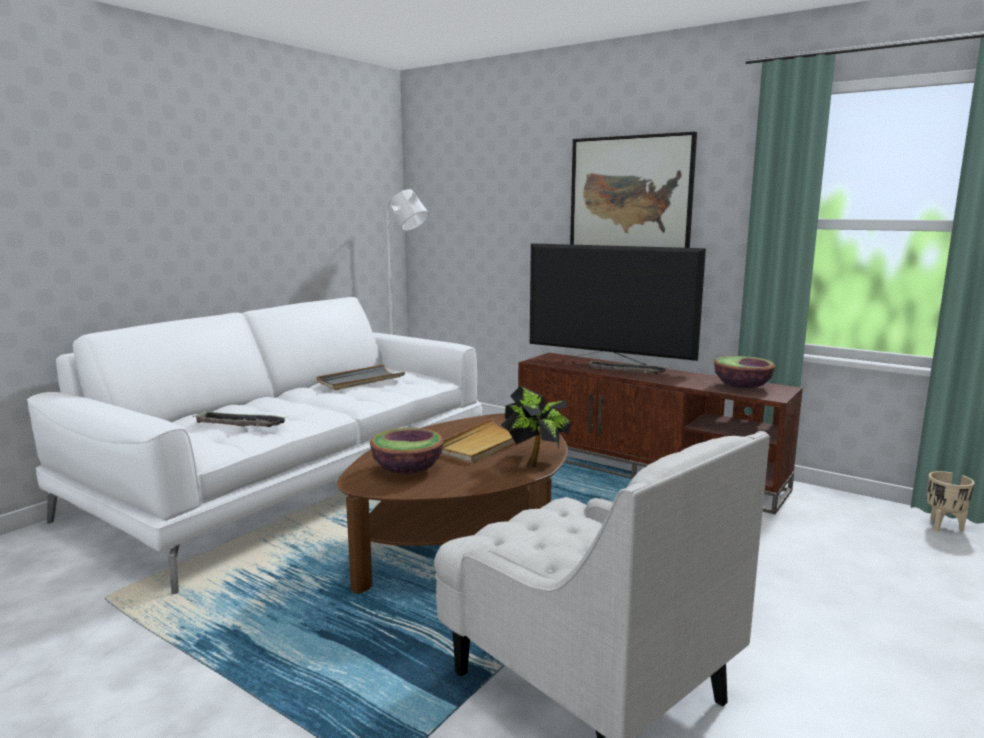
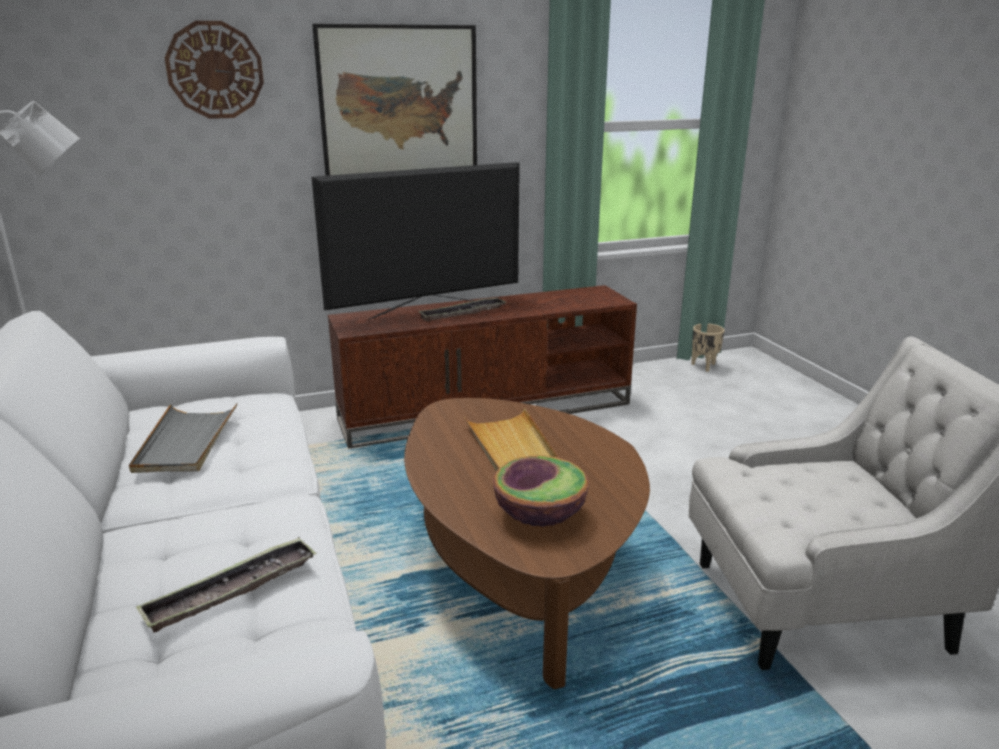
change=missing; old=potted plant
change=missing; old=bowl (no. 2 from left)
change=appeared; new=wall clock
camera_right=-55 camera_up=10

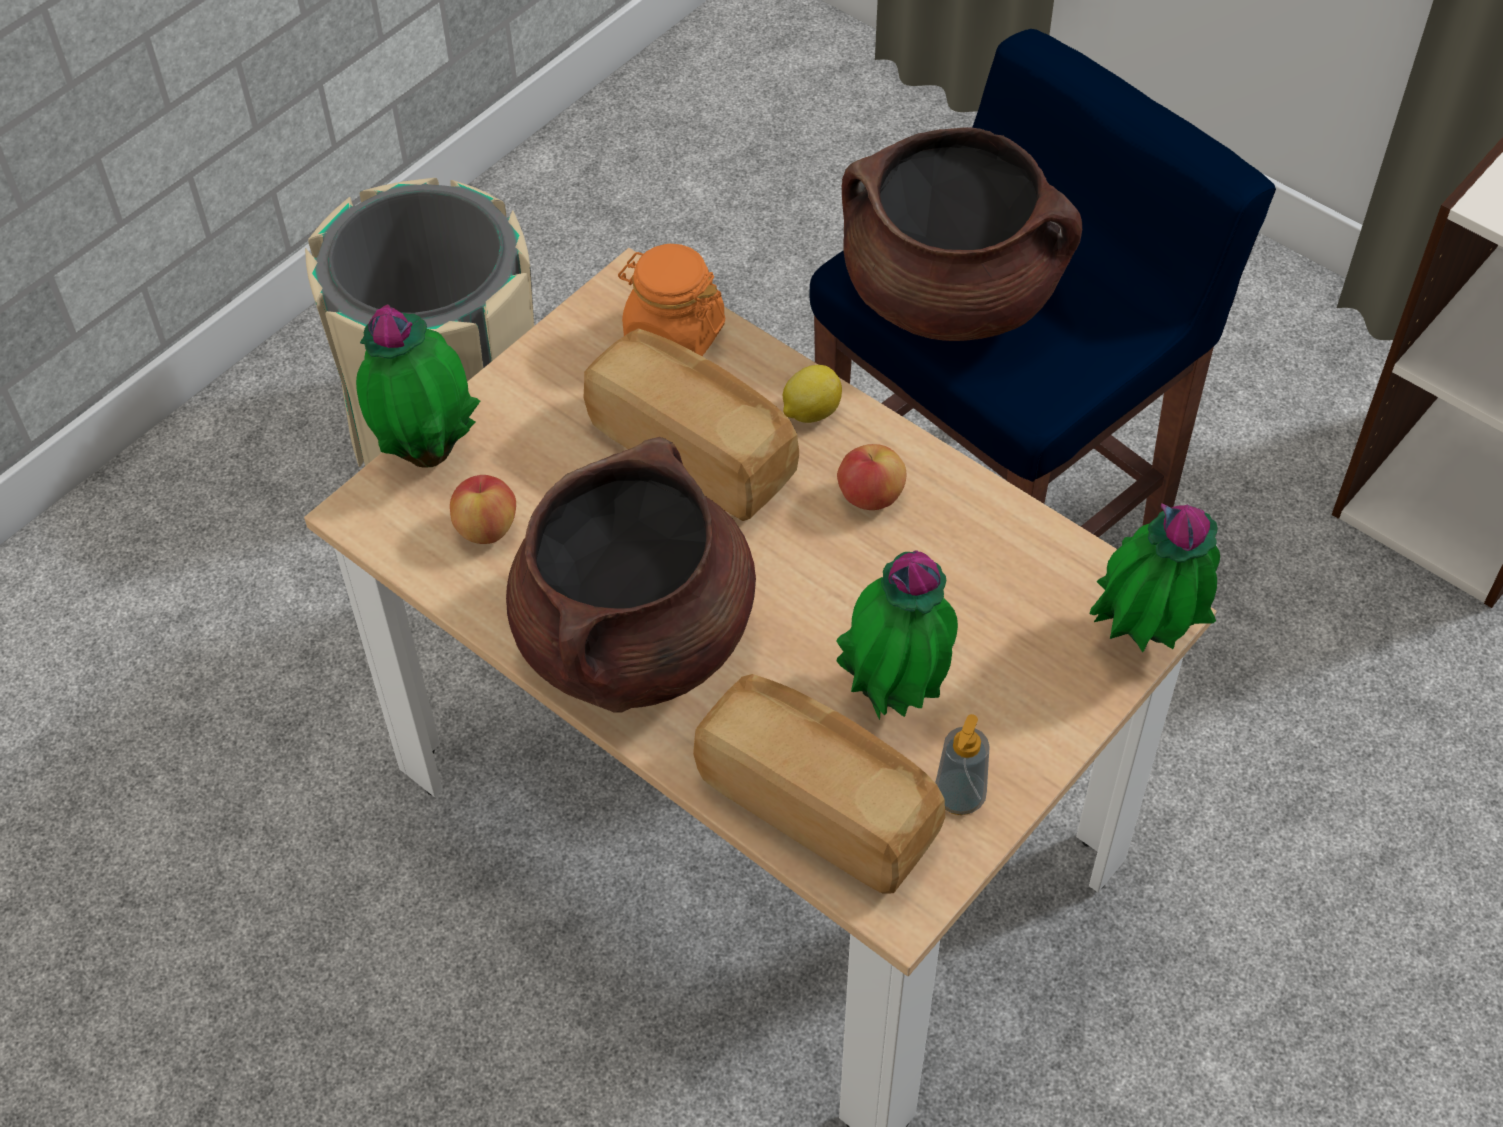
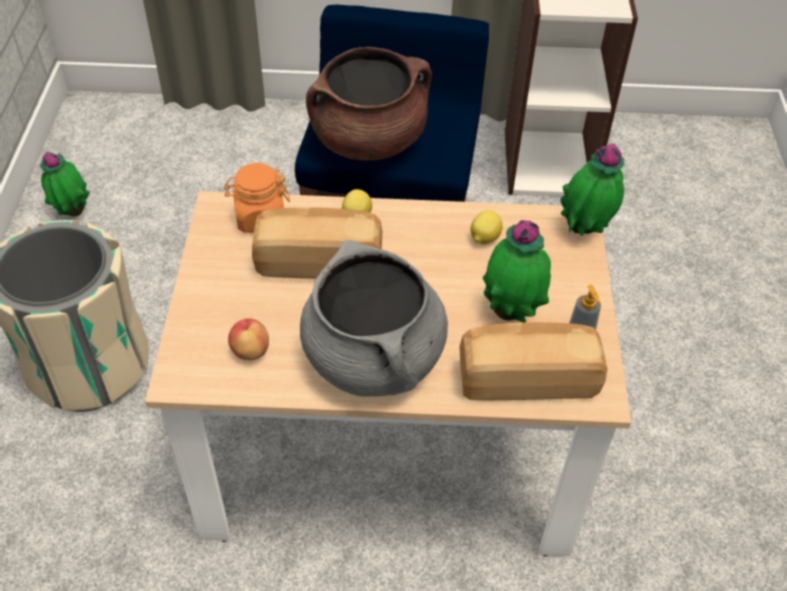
change=relocated; old=potted plant (no. 1 from left)
change=colour; old=brown cooking pot (no. 1 from left); new=grey cooking pot
change=missing; old=apple (no. 2 from left)
change=appeared; new=lemon (no. 2 from left)
camera_right=-40 camera_up=-5

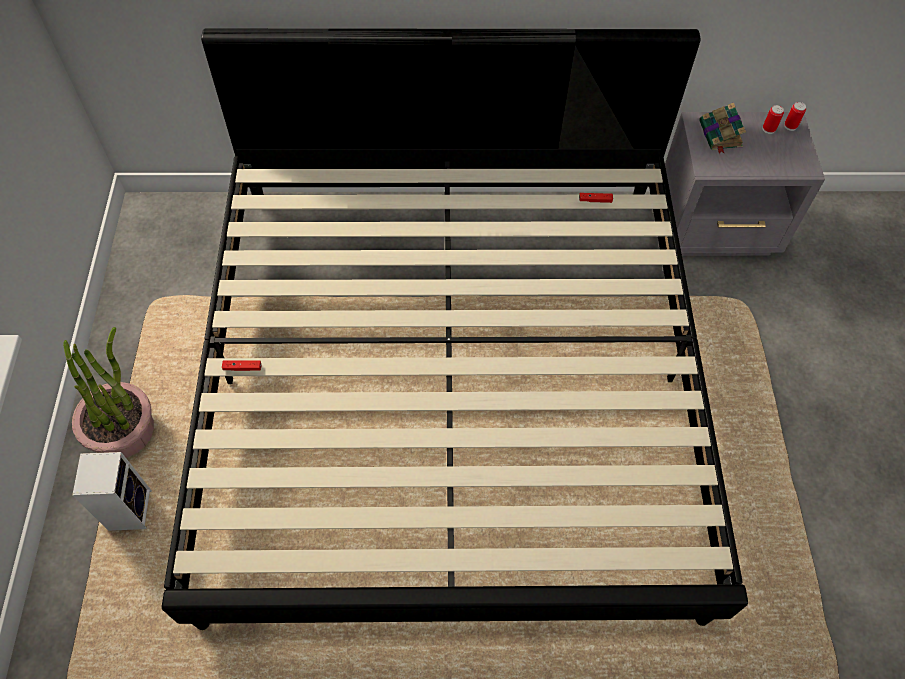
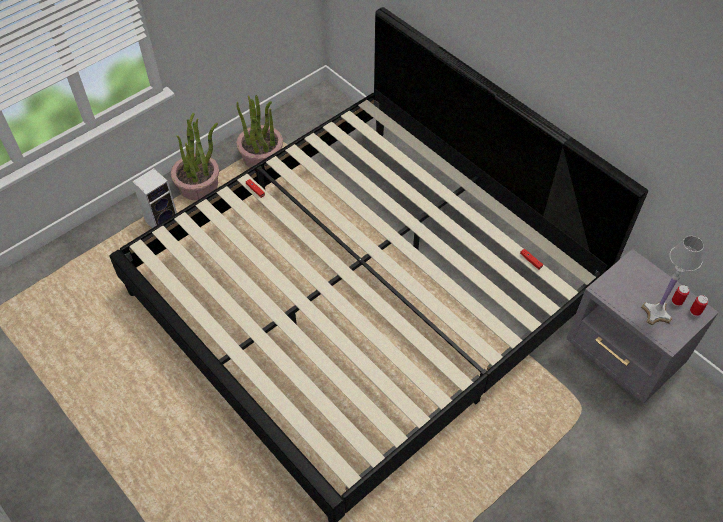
change=missing; old=book
change=appeared; new=potted plant (no. 2 from left)
change=appeared; new=white table lamp
camera_right=50 camera_up=-5

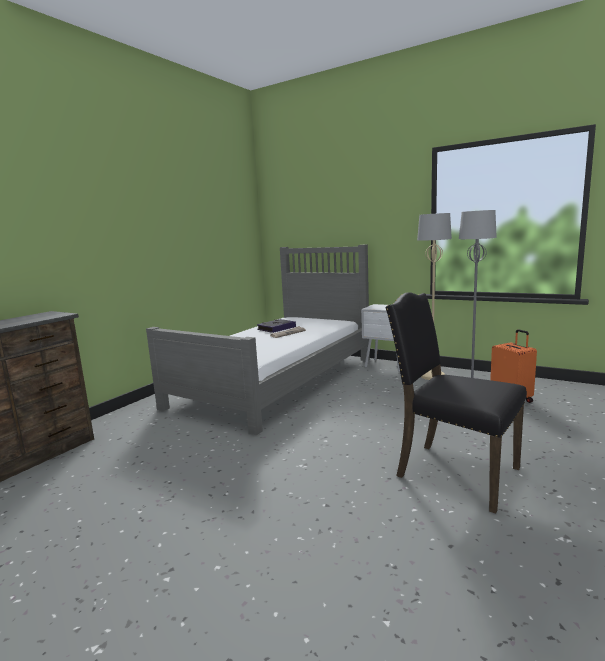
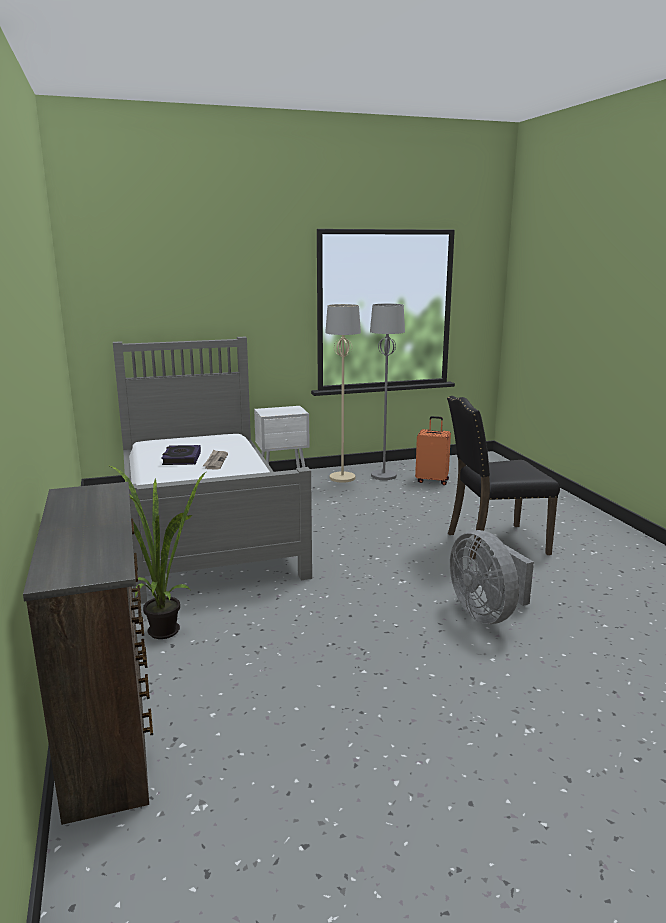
change=appeared; new=potted plant
change=appeared; new=grey fan
camera_right=-50 camera_up=5

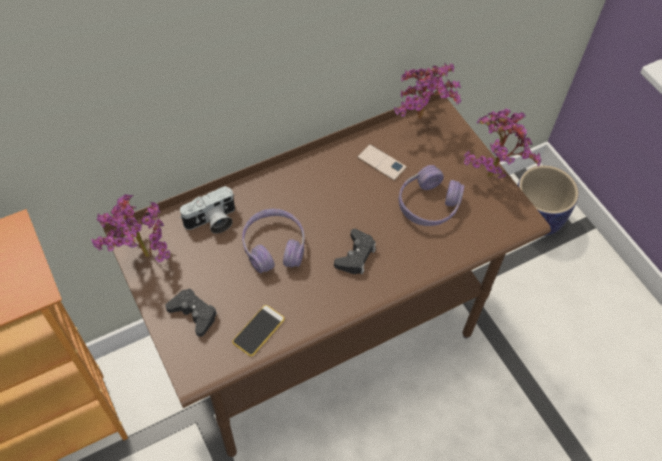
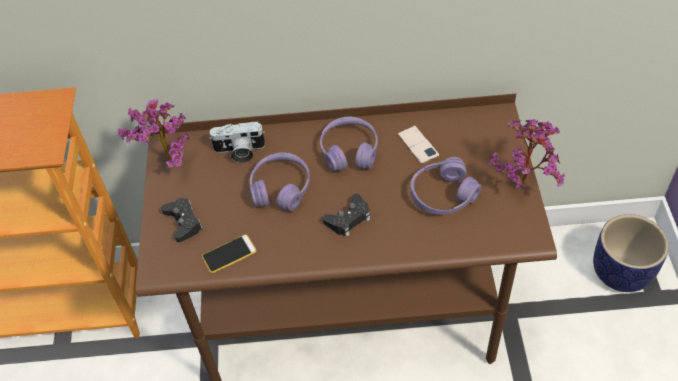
change=missing; old=potted plant (no. 2 from left)
change=appeared; new=purple headphones (no. 2 from left)
camera_right=30 camera_up=-5

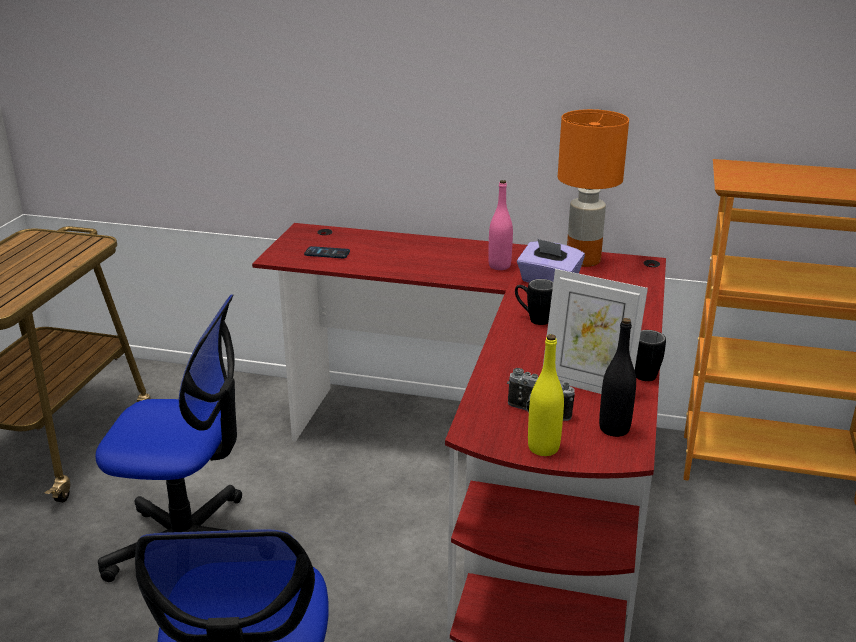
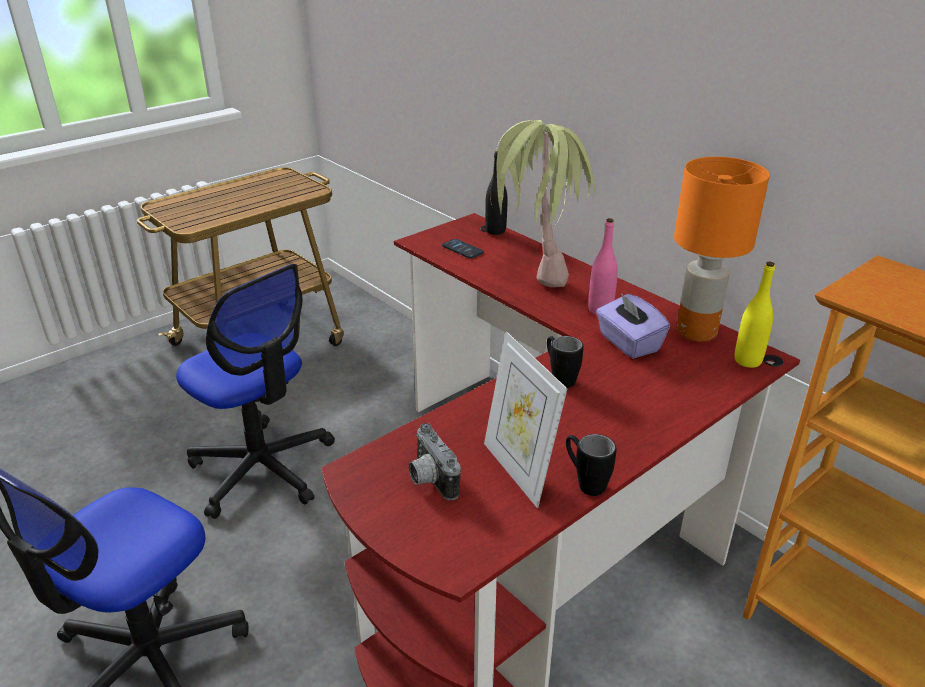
change=relocated; old=yellow bottle
change=relocated; old=black bottle
change=appeared; new=potted plant
camera_right=35 camera_up=5

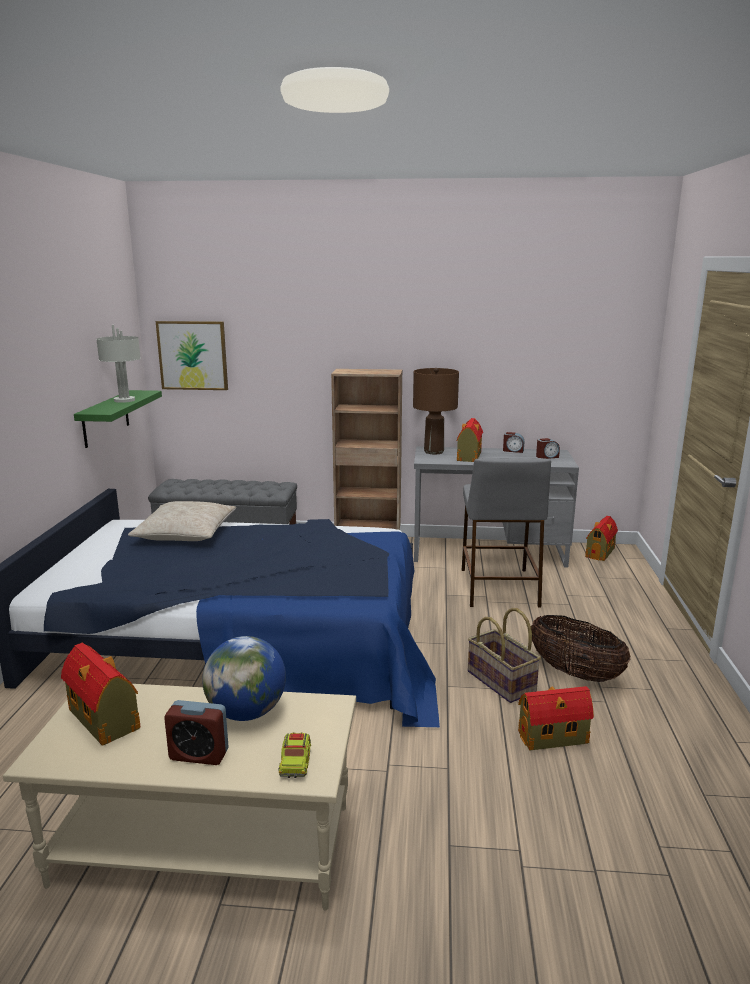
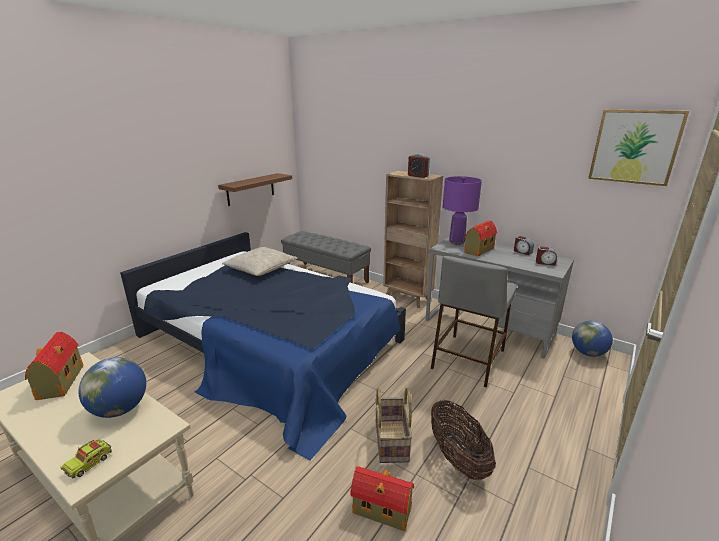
change=colour; old=green shelf; new=brown shelf
change=missing; old=grey table lamp
change=relocated; old=picture
change=relocated; old=alarm clock (no. 1 from left)
change=colour; old=brown table lamp; new=purple table lamp
change=exchanged; old=toy house (no. 4 from left); new=globe (no. 2 from left)
camera_right=30 camera_up=5

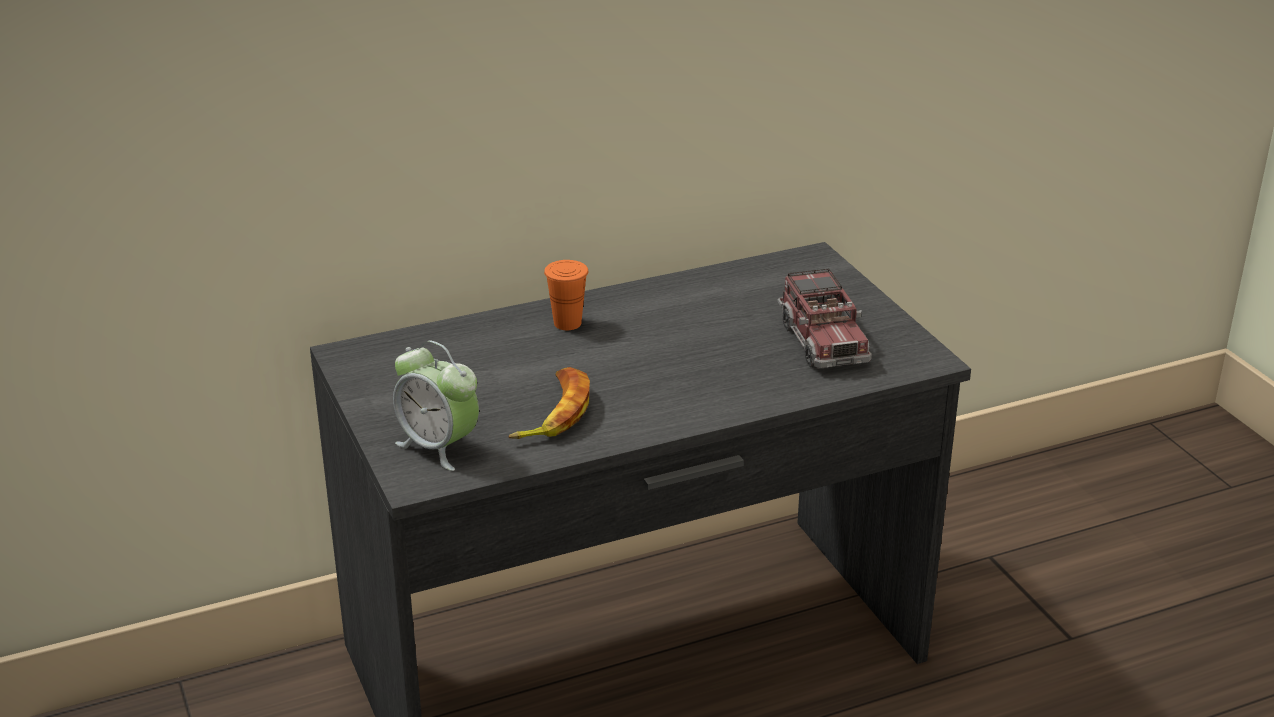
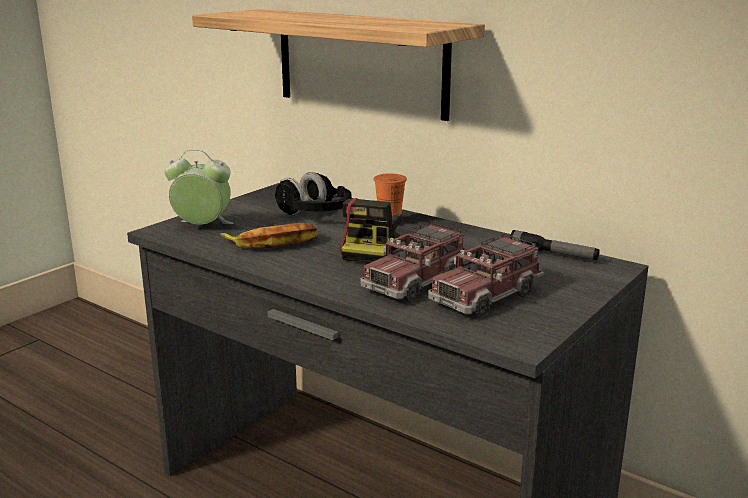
change=spun; old=alarm clock; degrees=90
change=appeared; new=shelf
change=appeared; new=black headphones
change=appeared; new=photo camera
change=appeared; new=toy truck (no. 1 from left)
change=appeared; new=flashlight
camera_right=60 camera_up=-10

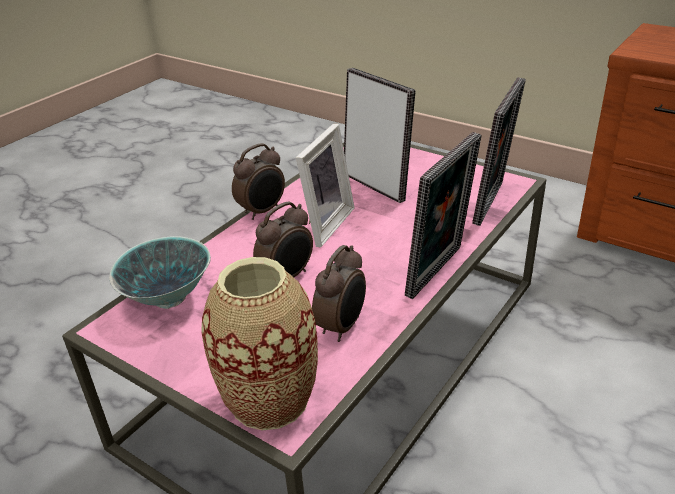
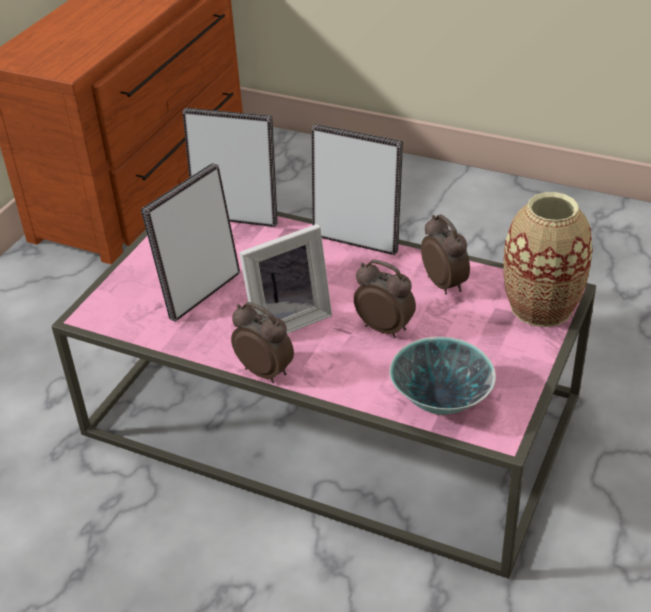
change=spun; old=picture frame (no. 1 from left in the first image); degrees=135
change=spun; old=alarm clock (no. 3 from left); degrees=45
camera_right=-100 camera_up=5

